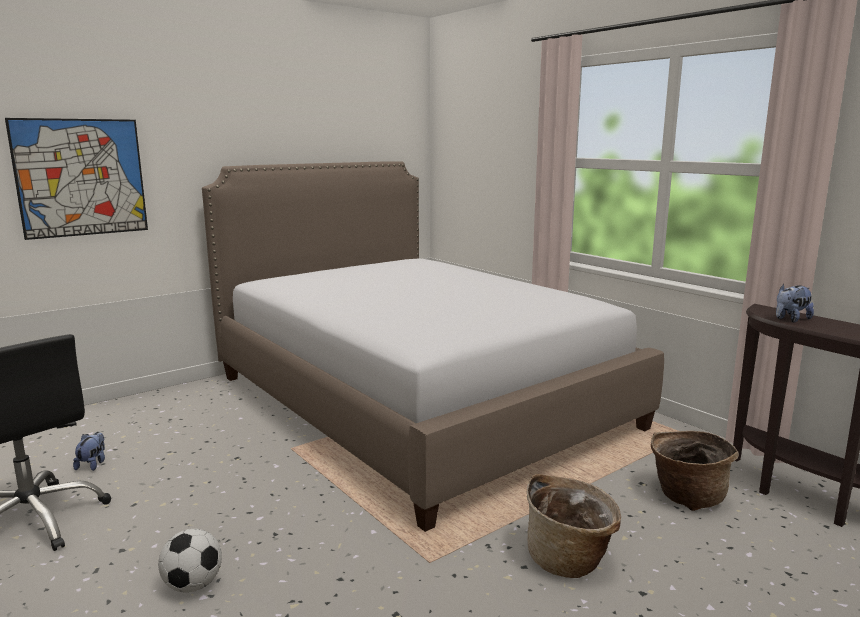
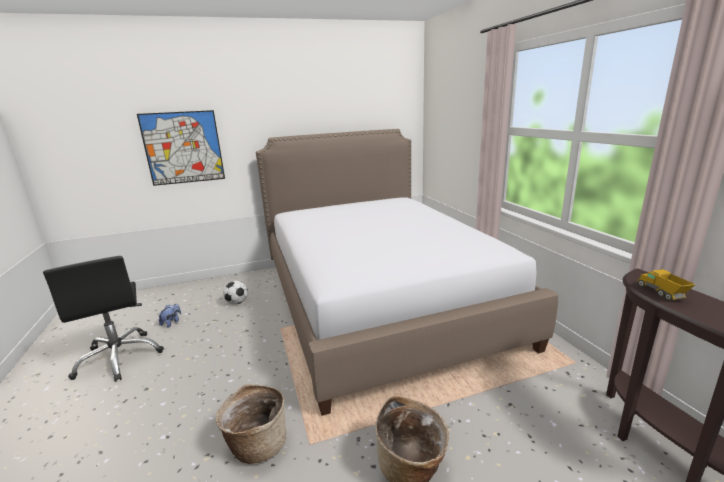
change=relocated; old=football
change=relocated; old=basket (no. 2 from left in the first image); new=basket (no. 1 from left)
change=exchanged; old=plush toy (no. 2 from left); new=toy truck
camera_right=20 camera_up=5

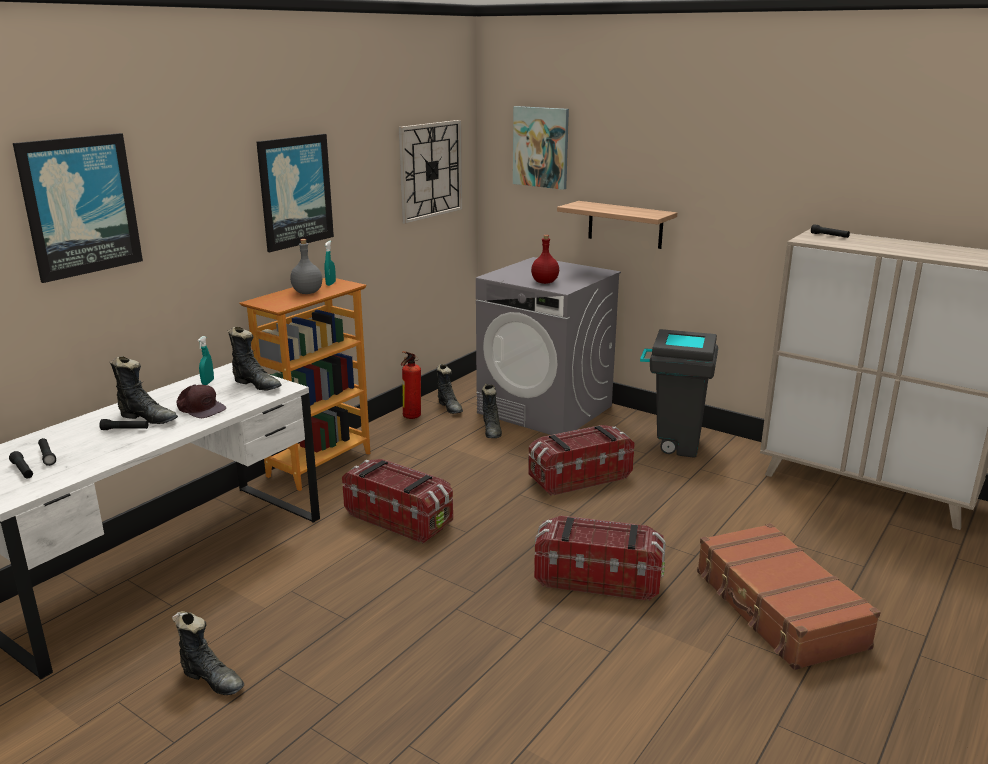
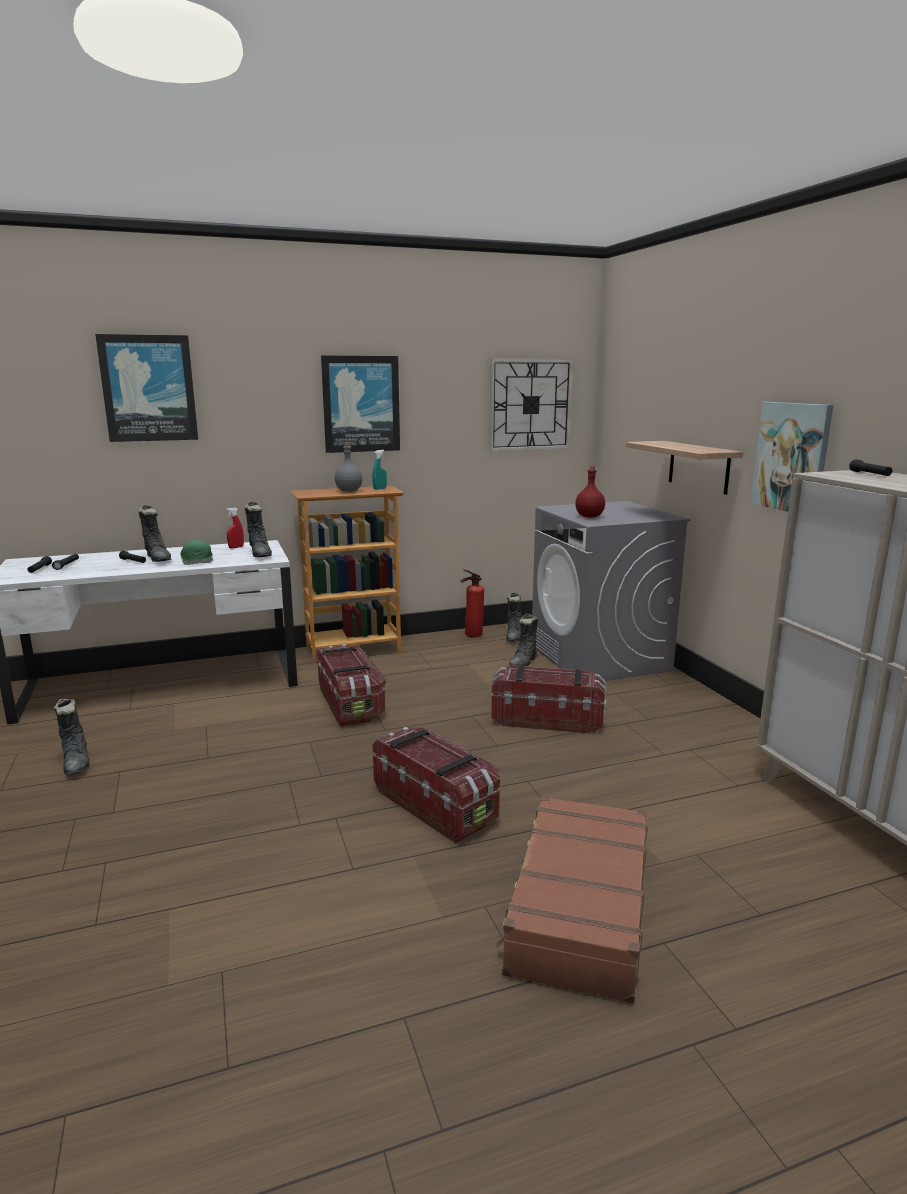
change=colour; old=brown cap; new=green cap
change=colour; old=turquoise spray bottle (no. 1 from left); new=red spray bottle
change=relocated; old=picture (no. 3 from left)
change=missing; old=grey trash can
camera_right=35 camera_up=-5

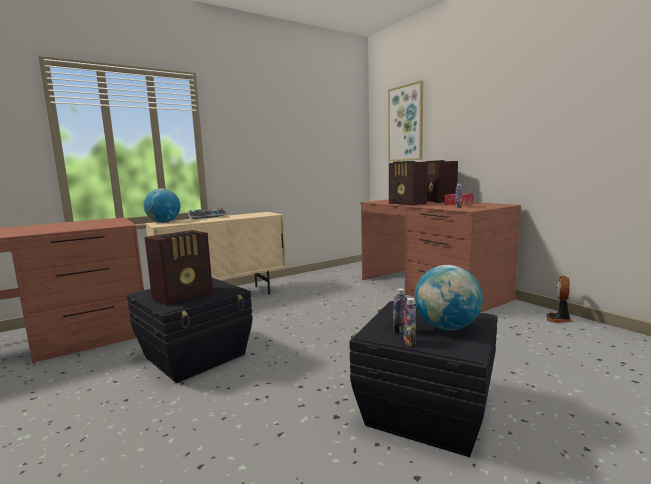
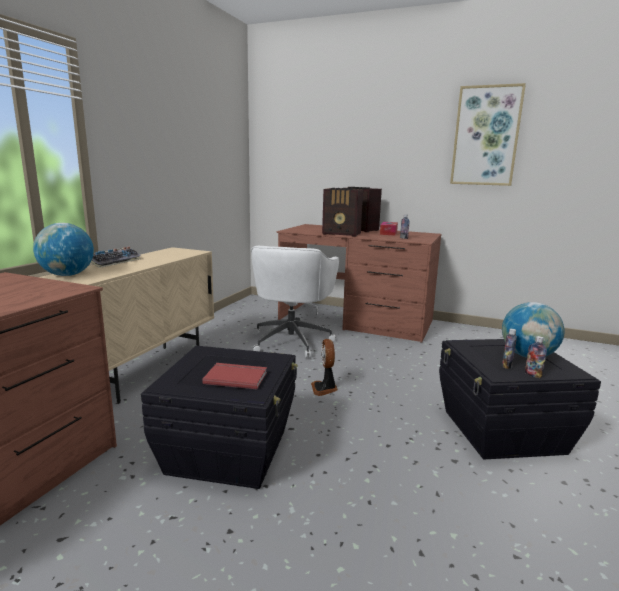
change=exchanged; old=radio (no. 1 from left); new=red book
change=relocated; old=picture
change=relocated; old=fan
change=appeared; new=white office chair
camera_right=-35 camera_up=5

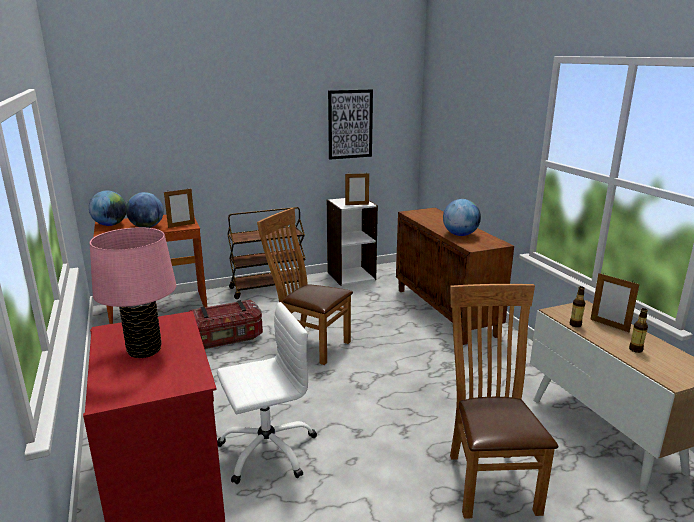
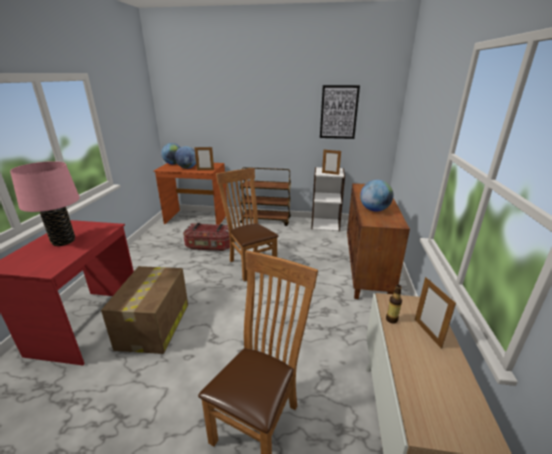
change=exchanged; old=white office chair; new=cardboard box
change=missing; old=bottle (no. 2 from left)
camera_right=30 camera_up=5

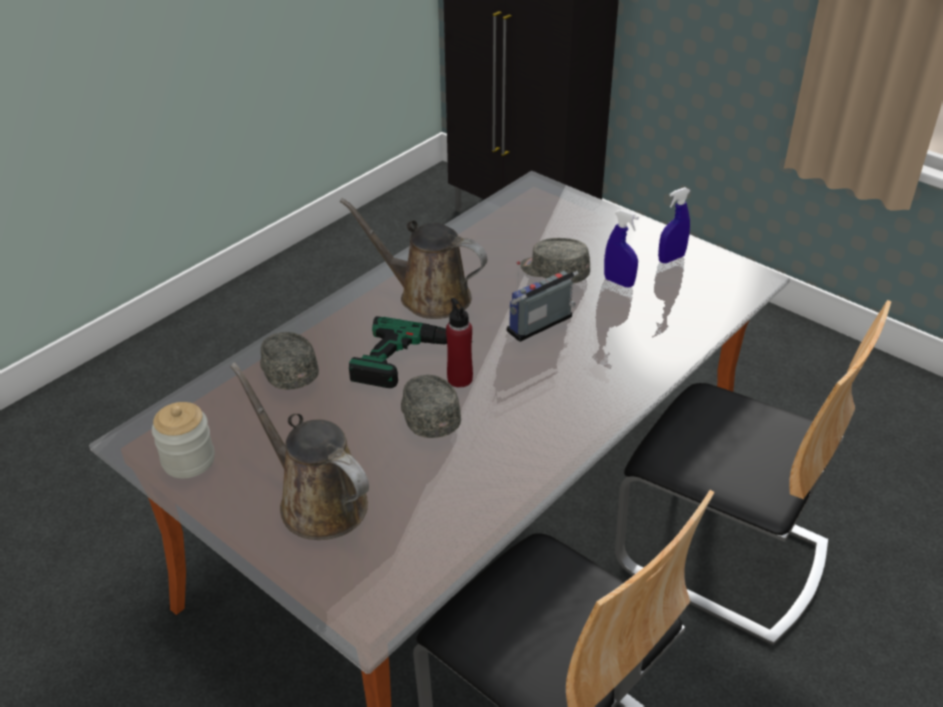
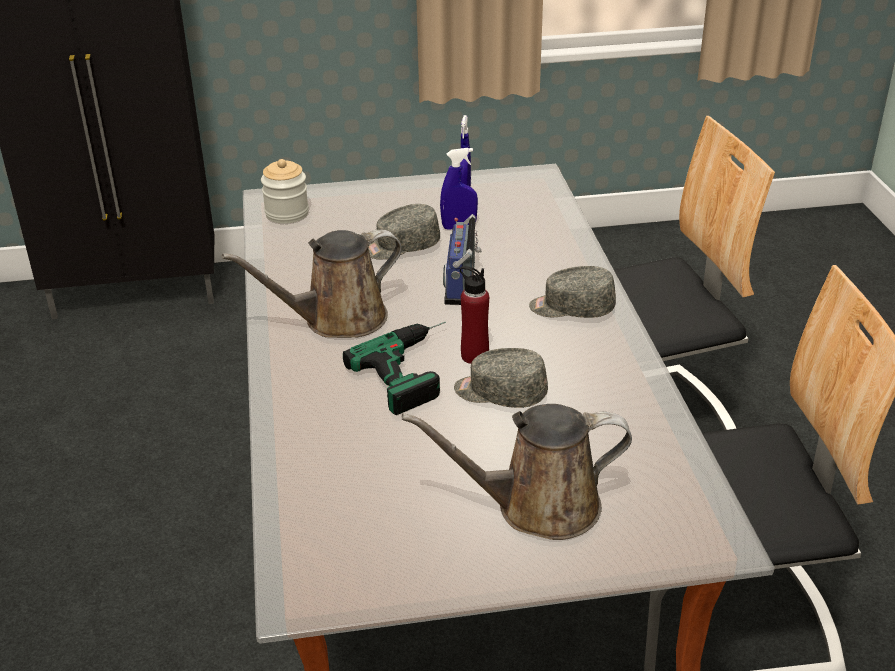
change=relocated; old=jar
change=relocated; old=grey cap (no. 1 from left in the first image); new=grey cap (no. 3 from left)
camera_right=-50 camera_up=-5

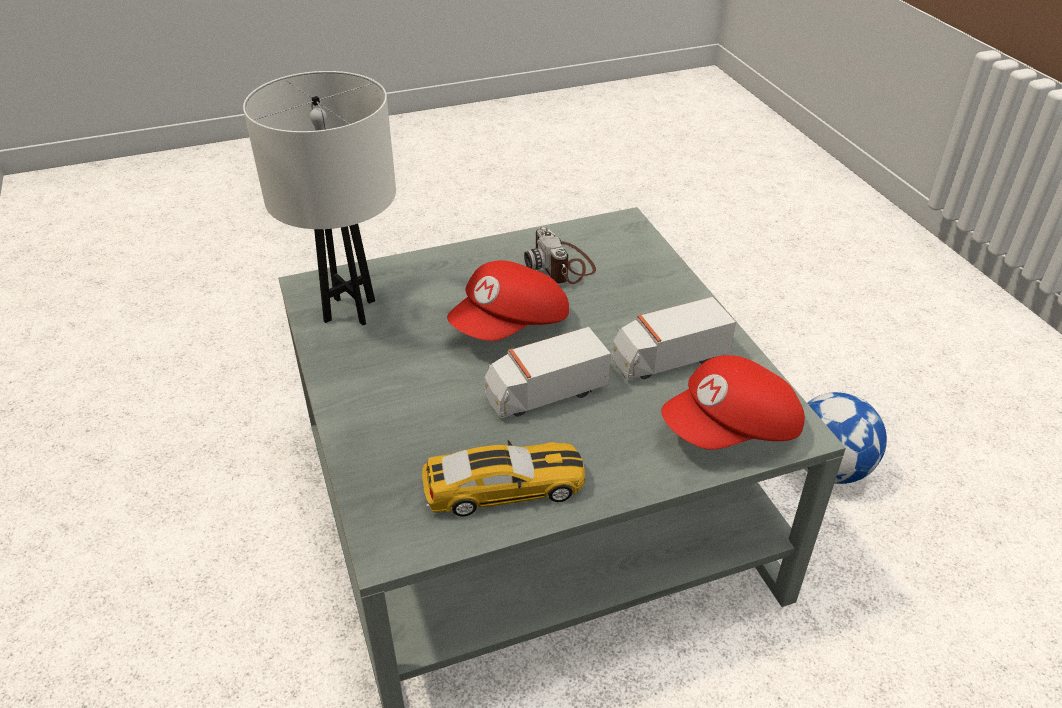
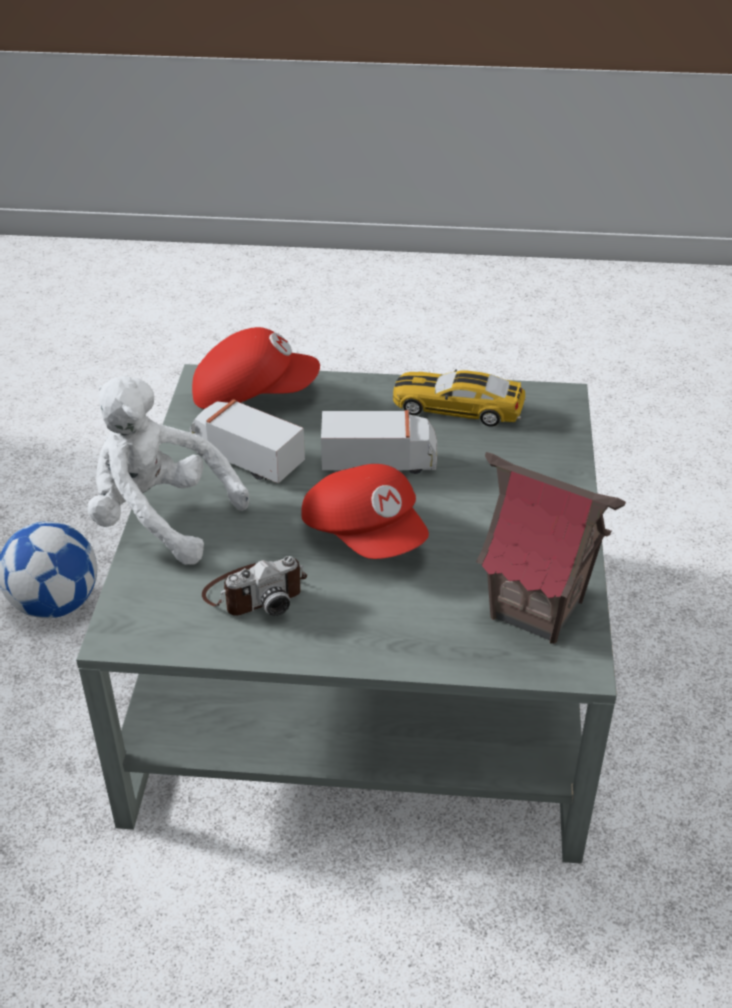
change=exchanged; old=white table lamp; new=toy house
change=spun; old=red cap (no. 1 from left in the first image); degrees=75
change=spun; old=photo camera; degrees=60
change=spun; old=toy truck (no. 2 from left in the first image); degrees=-150
change=appeared; new=white plush toy
camera_right=-155 camera_up=0

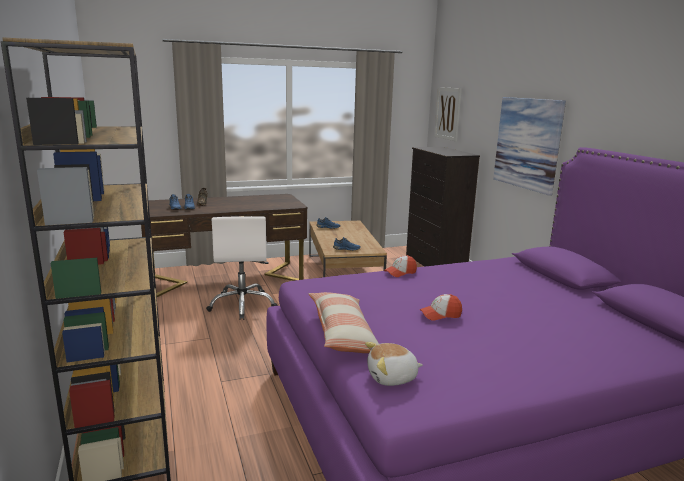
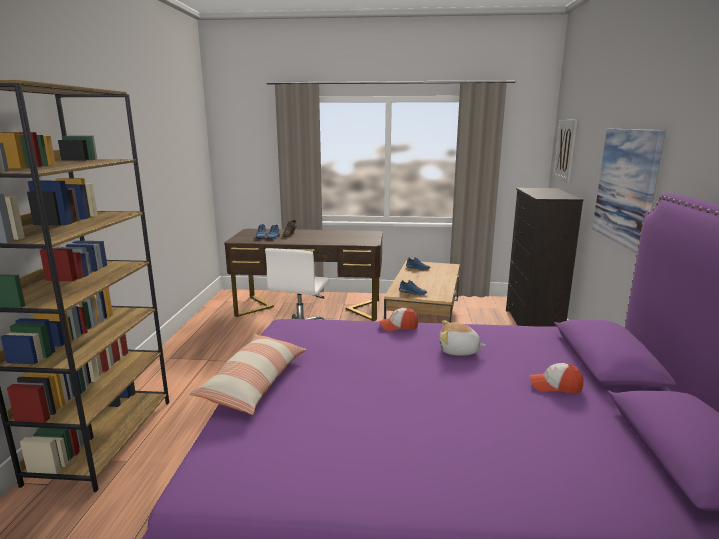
change=relocated; old=plush toy
change=relocated; old=cap (no. 2 from left)
camera_right=25 camera_up=0

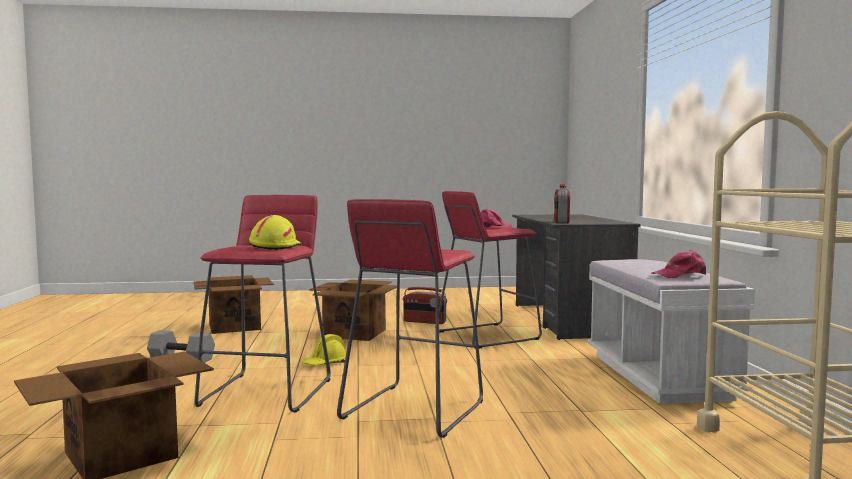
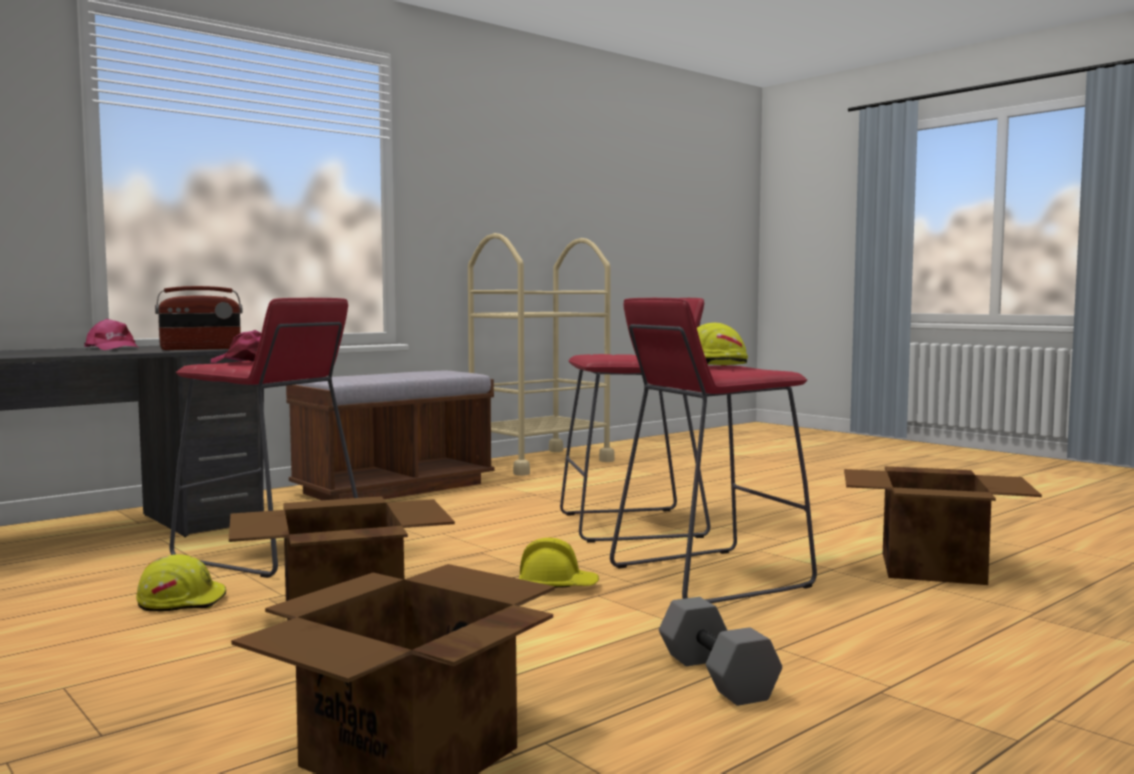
change=exchanged; old=radio (no. 1 from left); new=yellow hard hat (no. 1 from left)
change=colour; old=white bench; new=brown bench
change=relocated; old=pink cap (no. 2 from left in the first image); new=pink cap (no. 1 from left)
camera_right=-125 camera_up=0

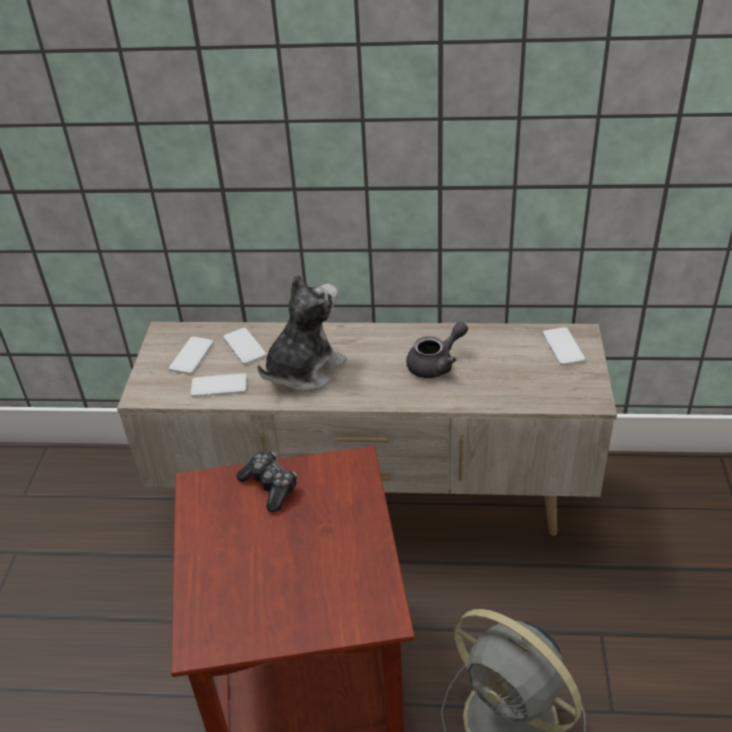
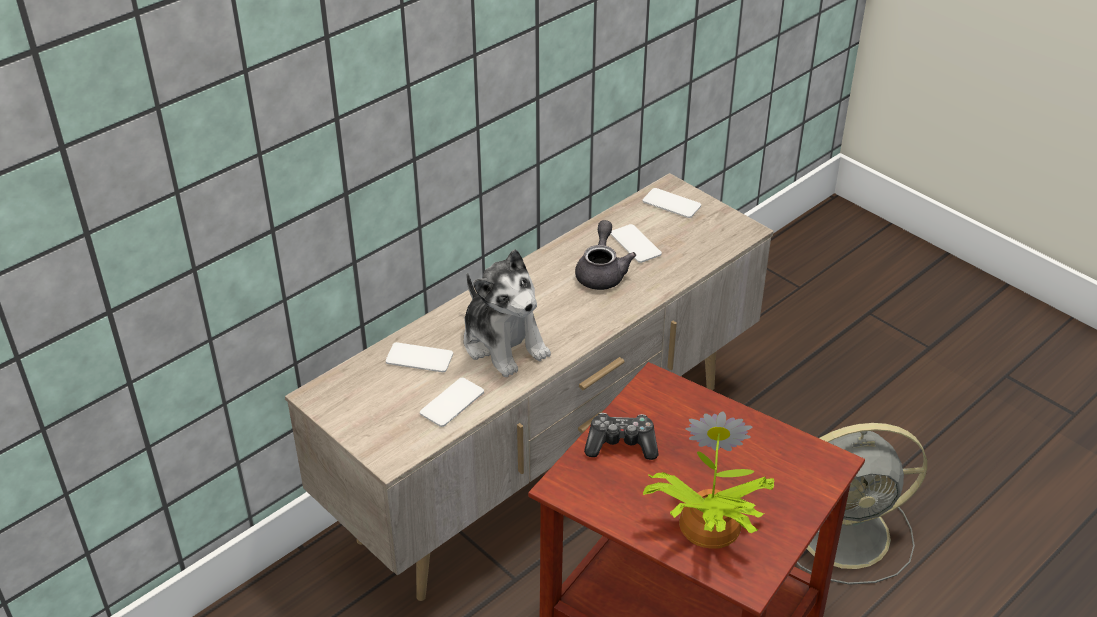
change=relocated; old=phone (no. 1 from left in the first image); new=phone (no. 3 from left)
change=spun; old=plush toy; degrees=150
change=appeared; new=potted plant
camera_right=-50 camera_up=0

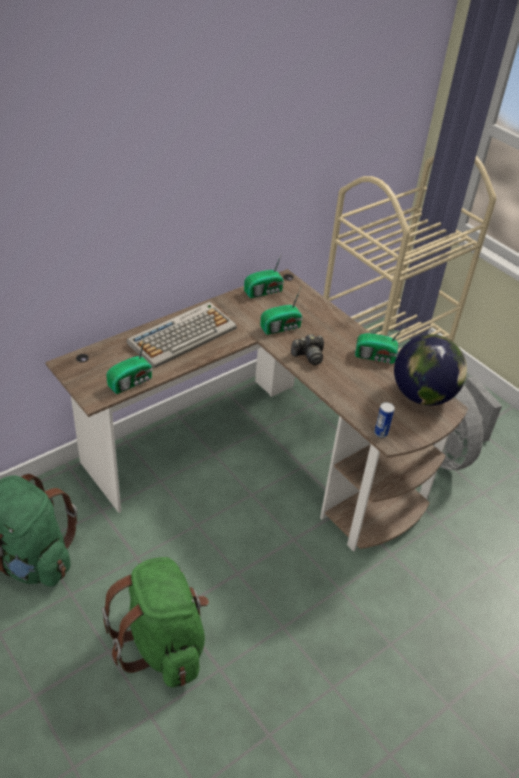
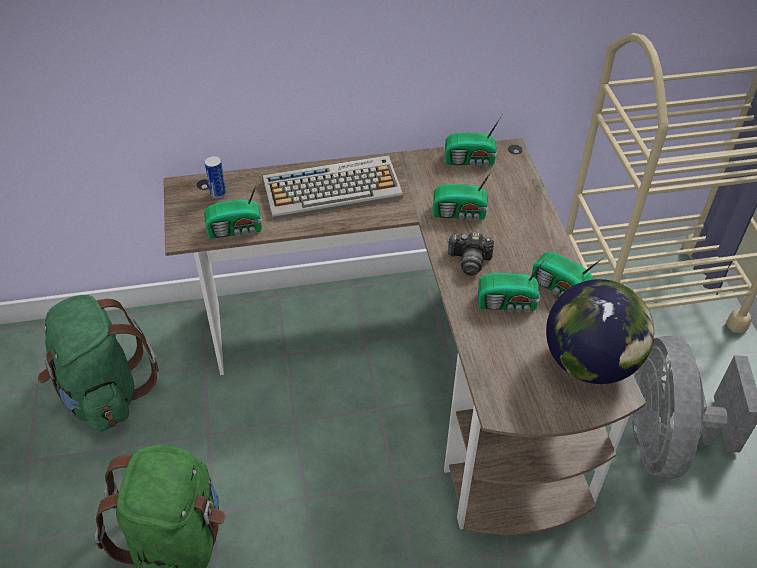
change=relocated; old=can
change=appeared; new=radio (no. 4 from left)
camera_right=30 camera_up=5

